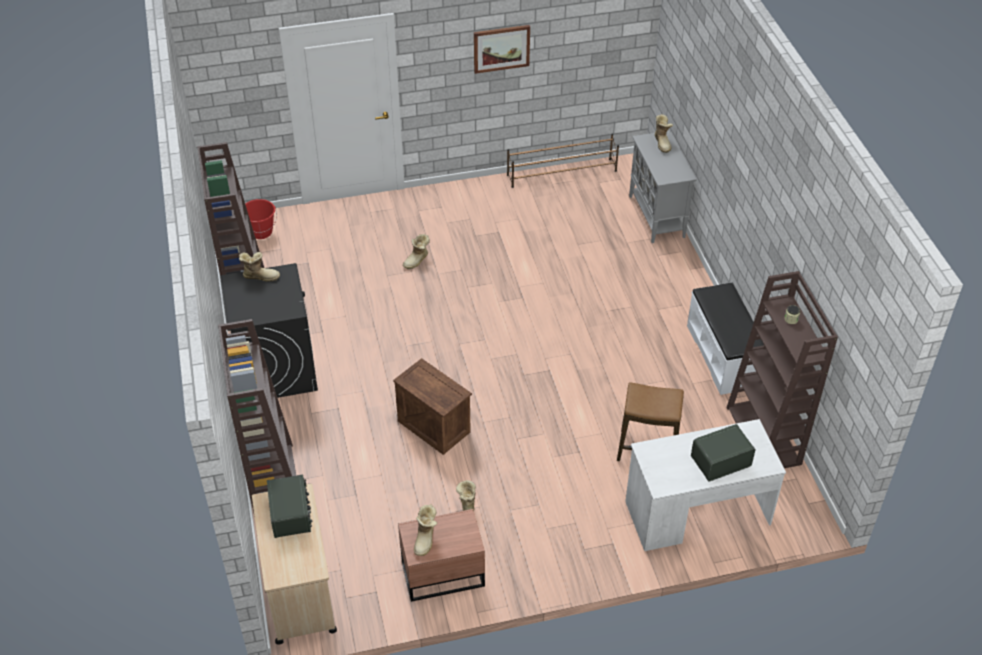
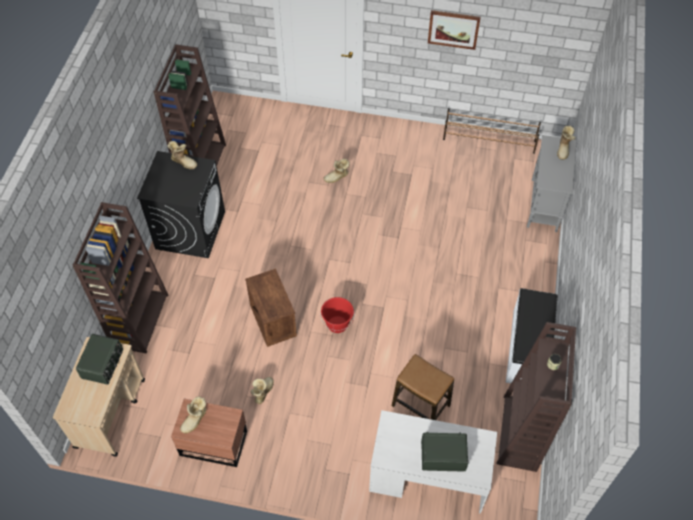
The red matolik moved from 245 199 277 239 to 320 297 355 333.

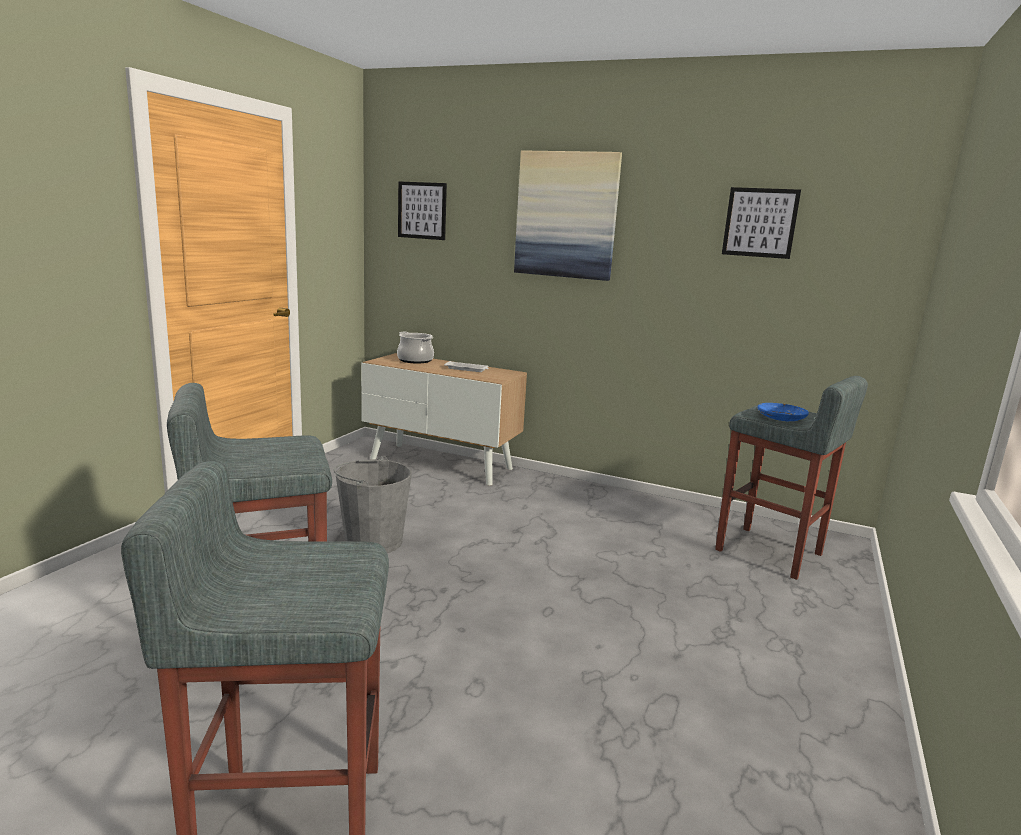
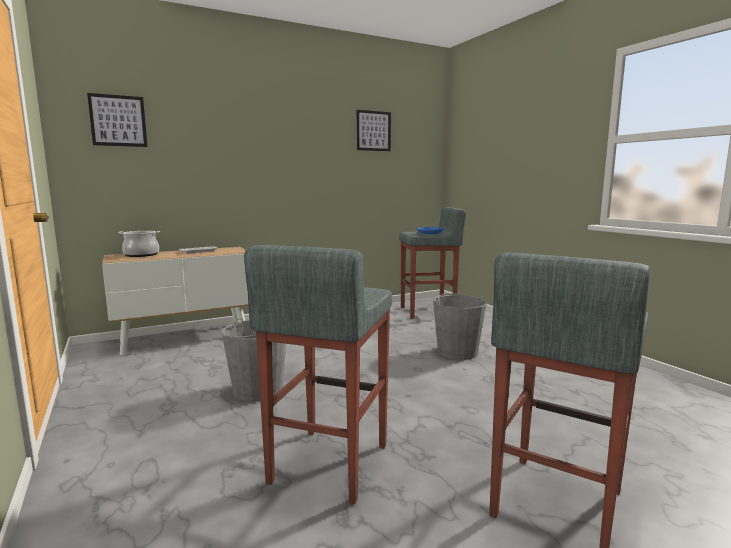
The grey matolik at 433 293 487 360 appeared.
The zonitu at 514 150 622 281 disappeared.

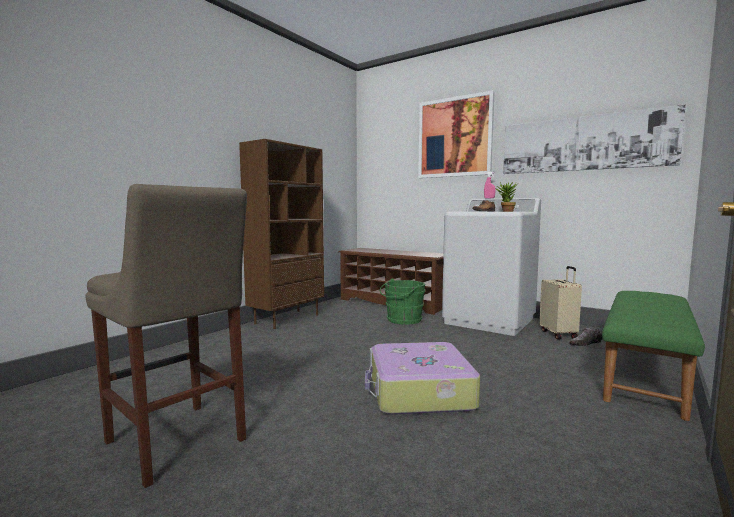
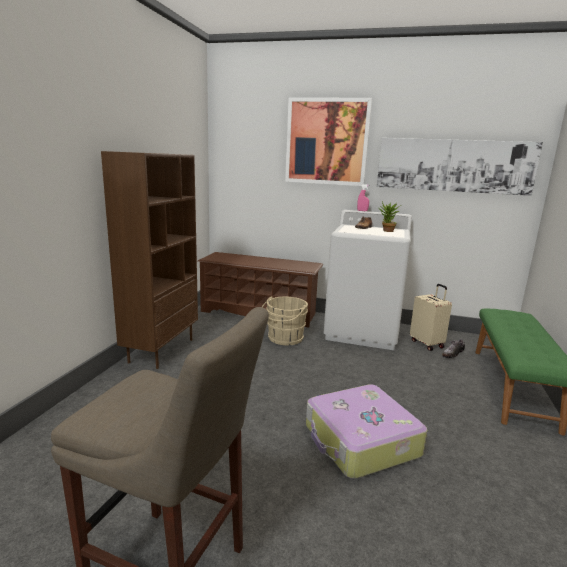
The green matolik at 379 279 425 325 became the beige matolik at 262 296 308 345.

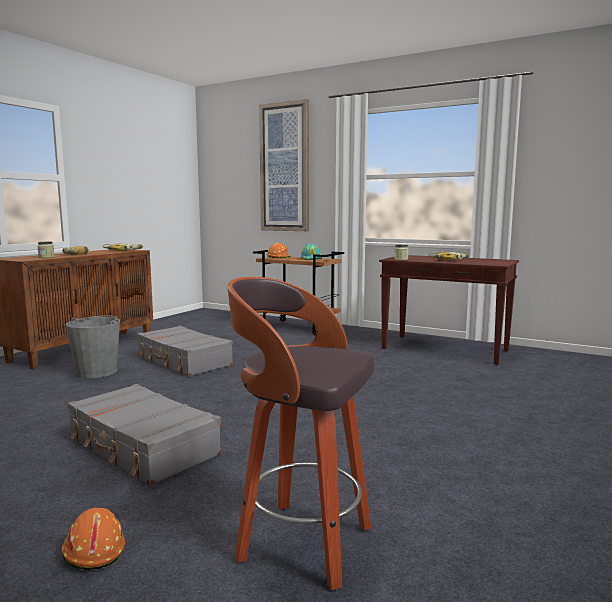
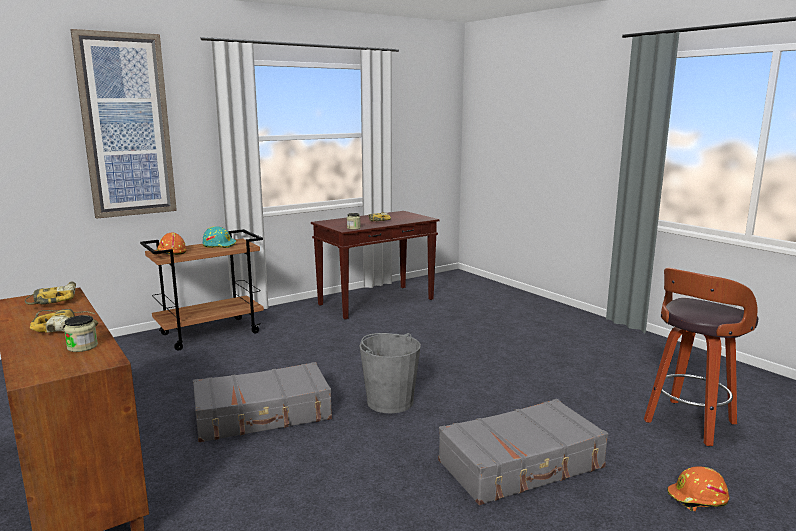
The grey matolik moved from 66 315 120 378 to 359 333 421 414.

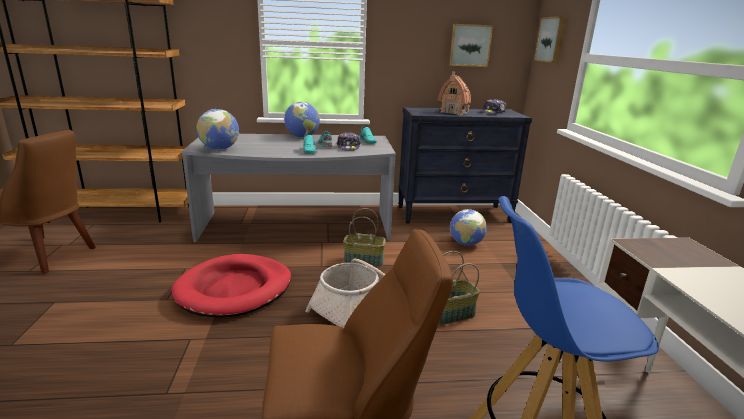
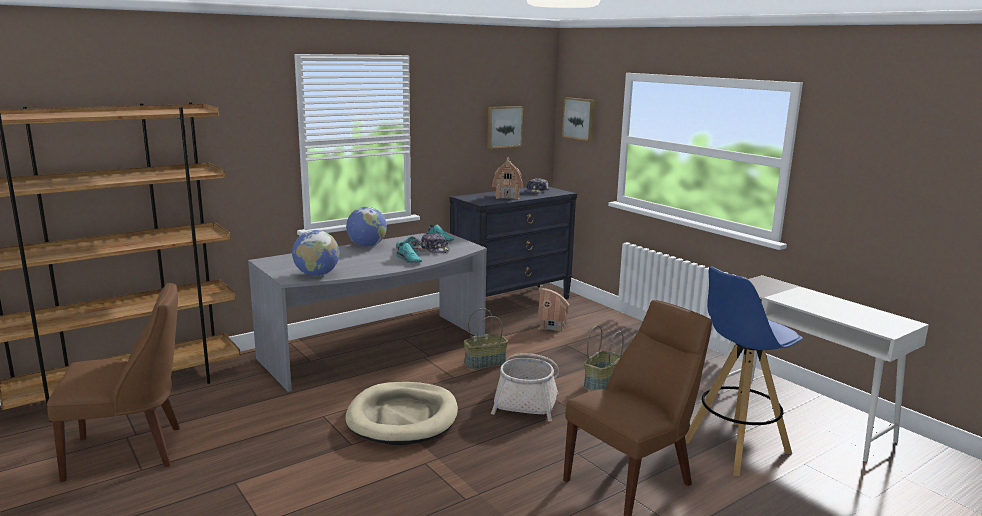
The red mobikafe at 172 254 291 317 became the beige mobikafe at 345 382 458 445.
The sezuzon at 450 209 487 246 was replaced by the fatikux at 538 285 569 331.

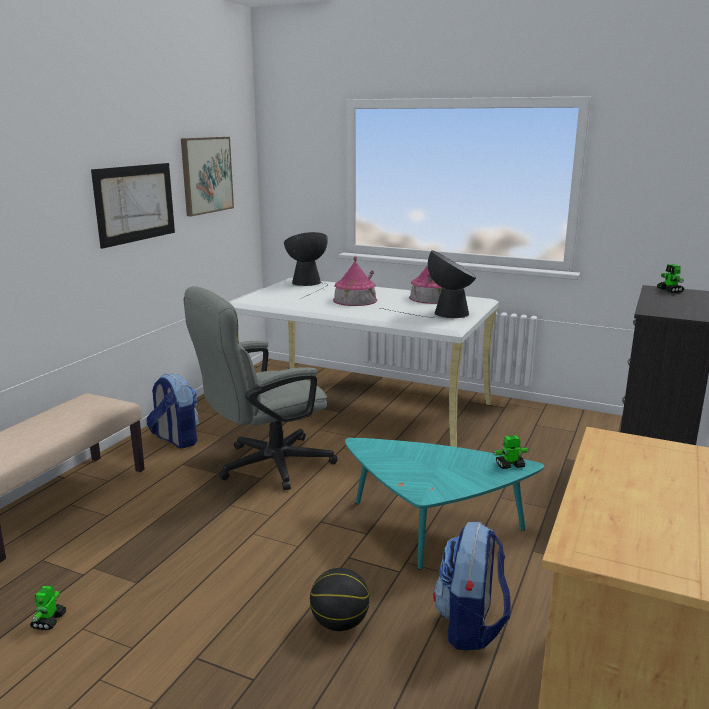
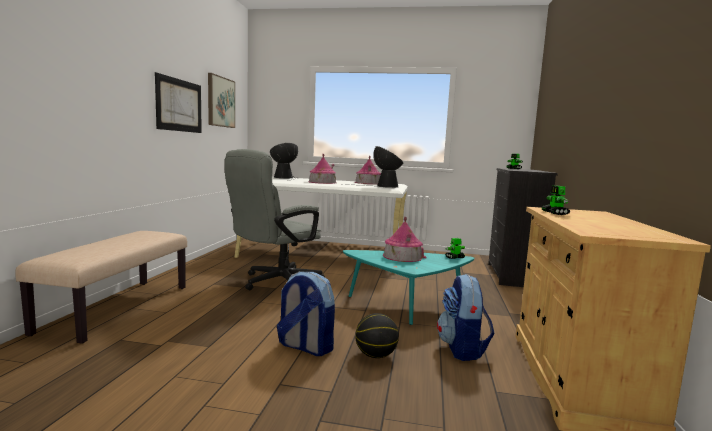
The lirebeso moved from 146 374 199 448 to 277 271 335 356.
The fatikux at 383 217 427 262 appeared.
The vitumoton moved from 30 586 67 630 to 542 185 570 215.

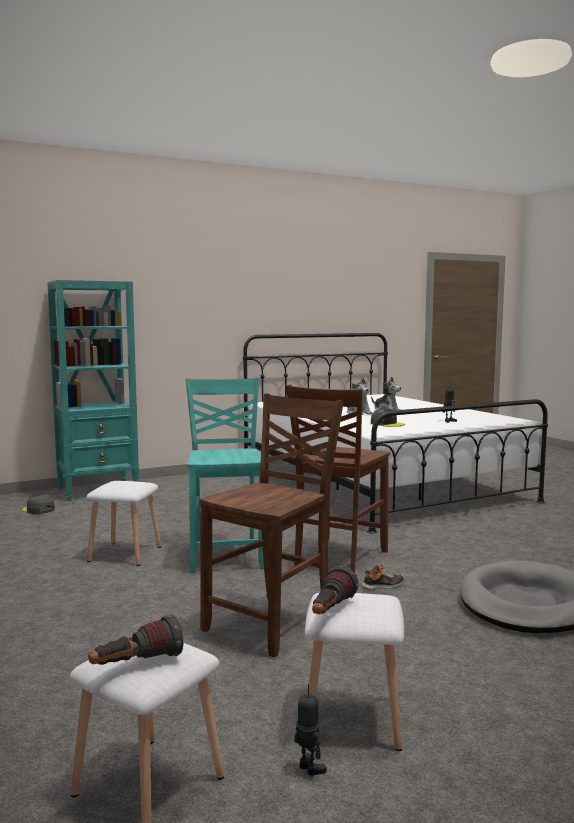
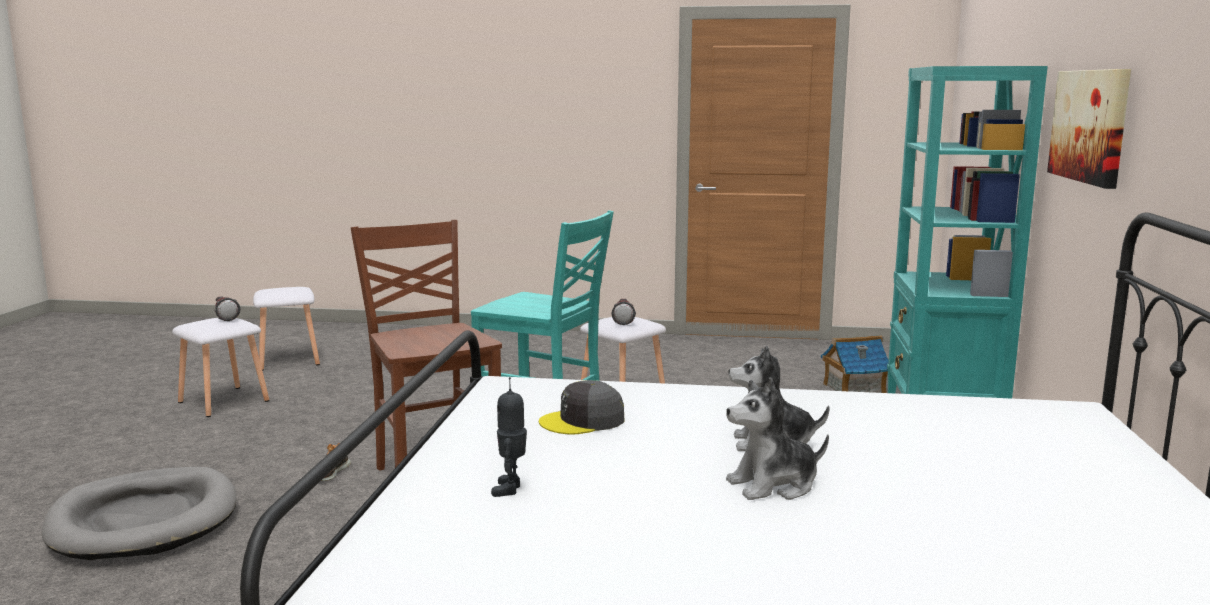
The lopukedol moved from 88 614 183 665 to 611 299 636 325.
The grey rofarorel at 23 494 55 514 was replaced by the fatikux at 821 335 889 393.
The zonitu at 1047 69 1131 189 appeared.
The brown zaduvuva at 200 394 344 657 disappeared.
The vitumoton at 294 684 327 776 disappeared.

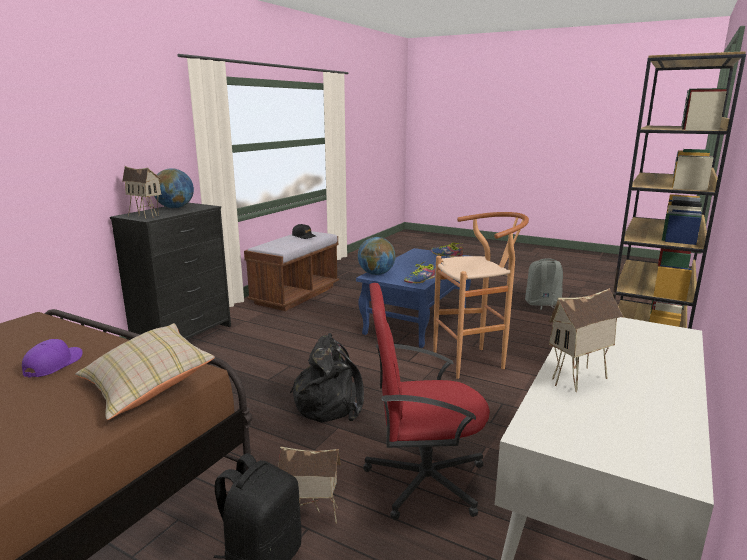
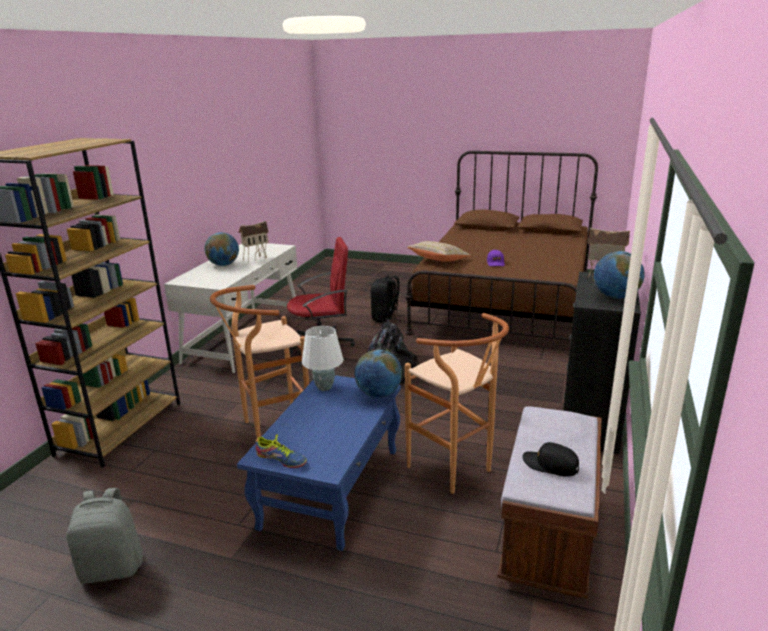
The sezuzon at 205 232 239 266 appeared.
The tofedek at 404 261 435 283 was replaced by the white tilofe at 302 326 344 391.
The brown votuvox at 405 313 509 494 appeared.
The fatikux at 278 446 341 524 disappeared.

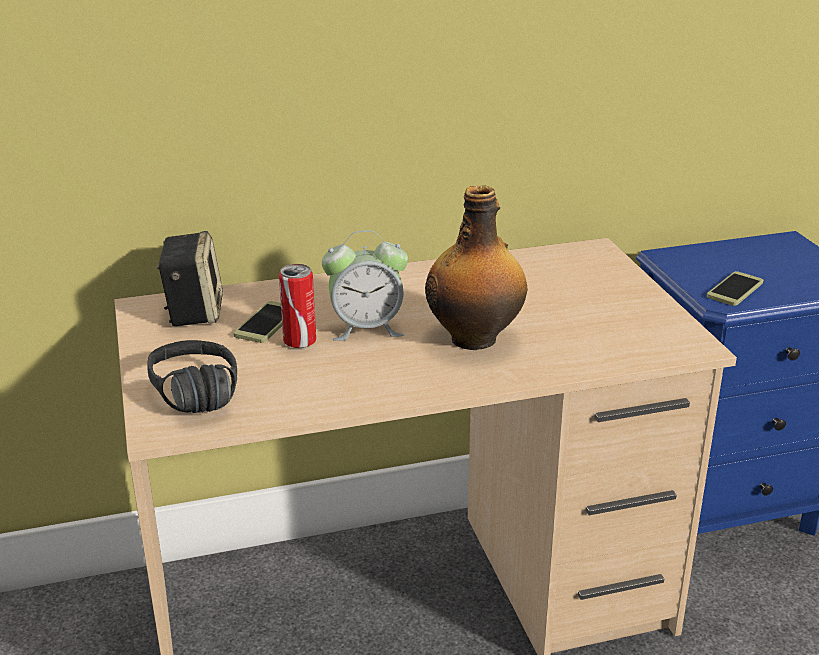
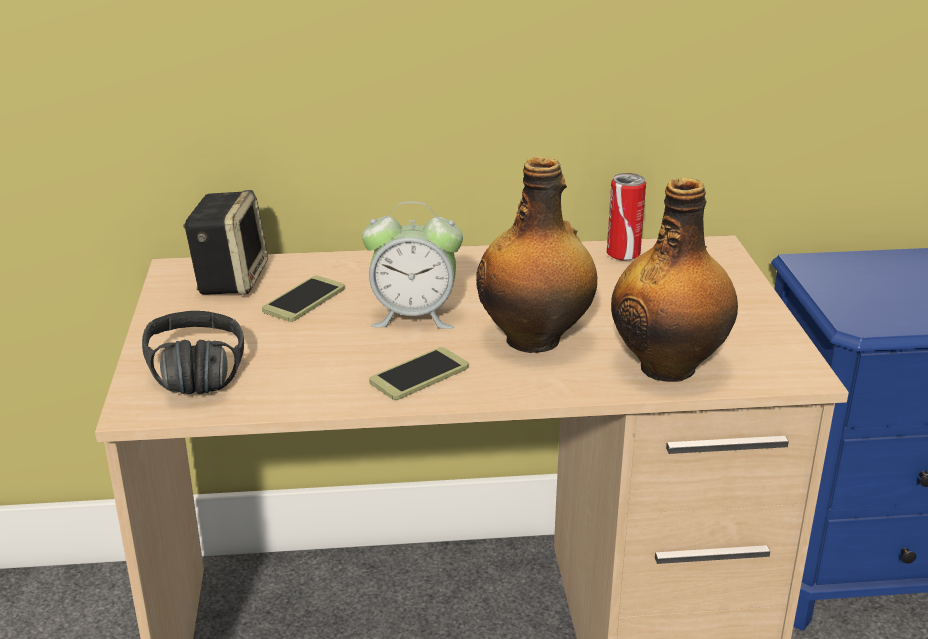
The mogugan moved from 707 271 763 306 to 369 347 468 400.
The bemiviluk moved from 279 264 316 348 to 607 173 646 261.
The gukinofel at 611 177 738 382 appeared.

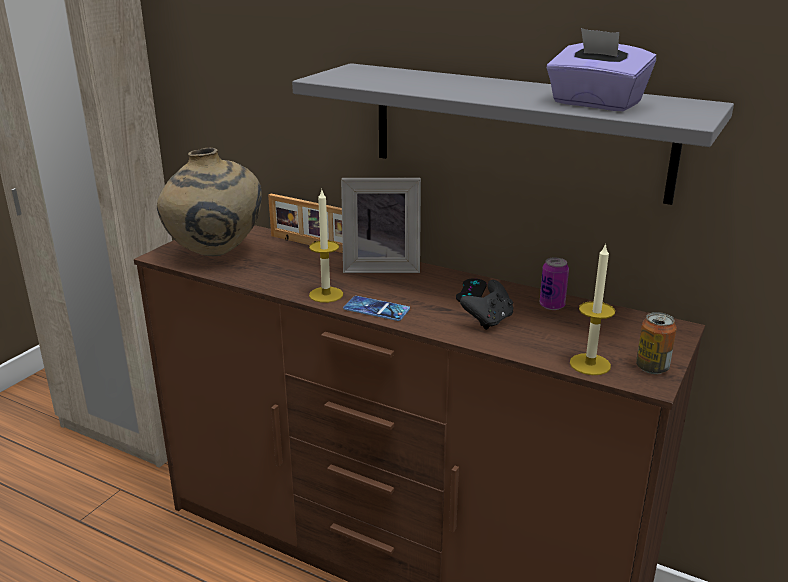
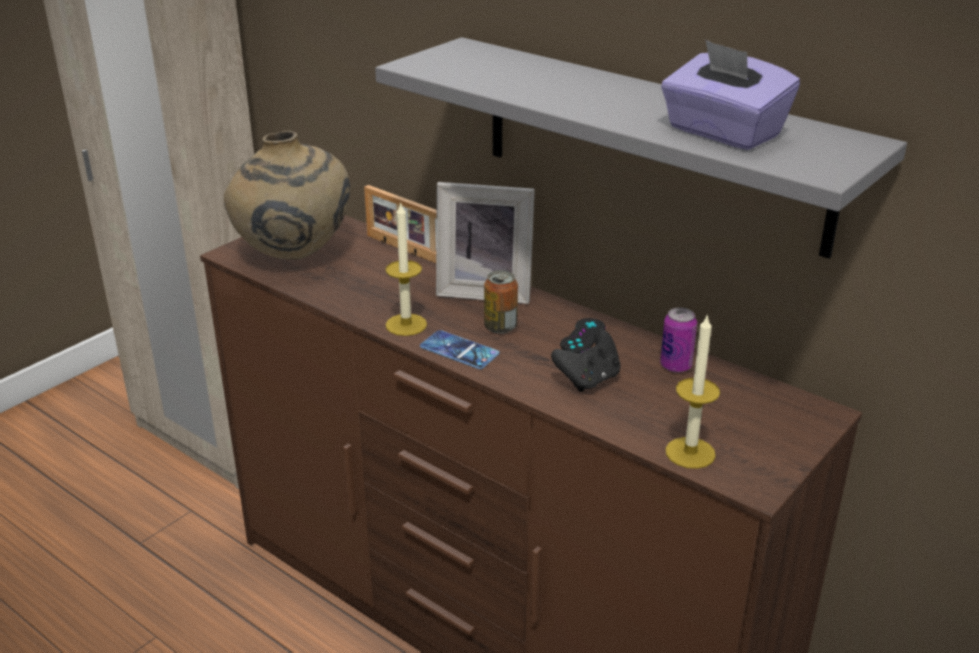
The bemiviluk moved from 636 312 677 374 to 484 270 518 334.

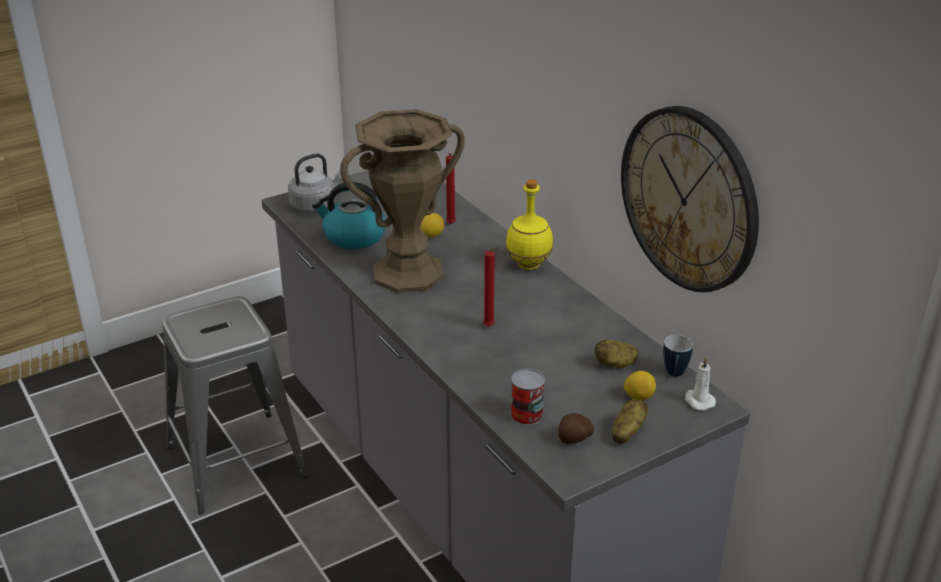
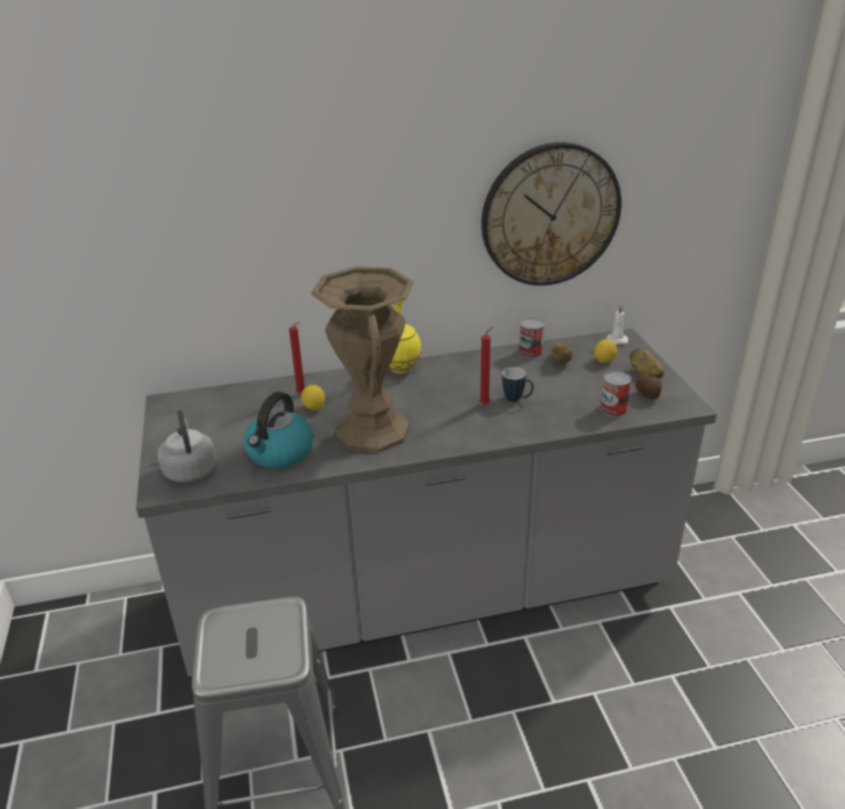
The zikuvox moved from 663 335 693 377 to 502 367 534 402.
The bemiviluk at 519 318 545 358 appeared.

